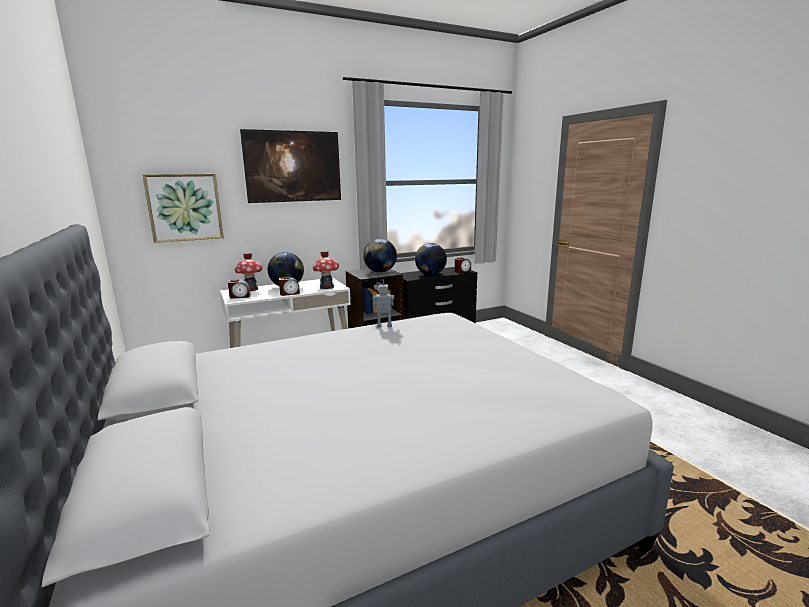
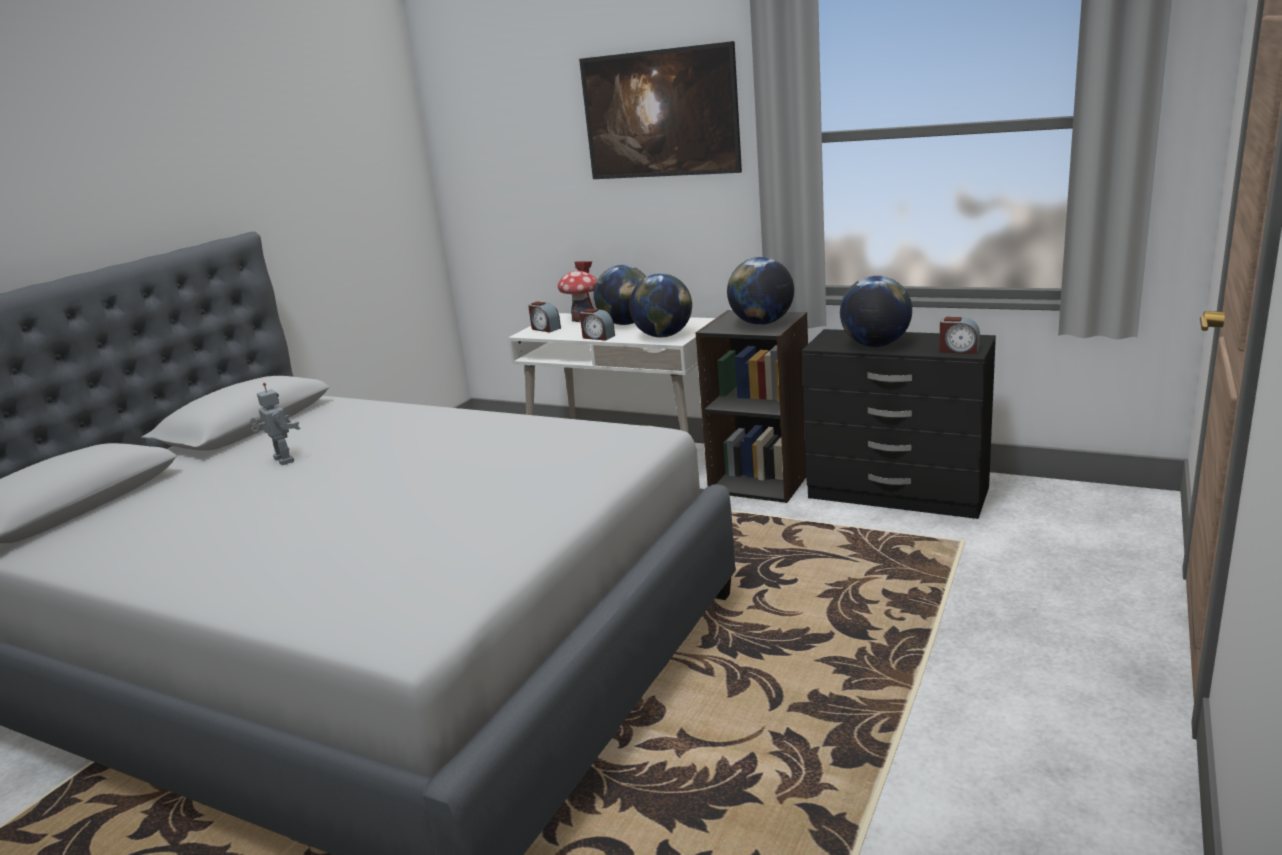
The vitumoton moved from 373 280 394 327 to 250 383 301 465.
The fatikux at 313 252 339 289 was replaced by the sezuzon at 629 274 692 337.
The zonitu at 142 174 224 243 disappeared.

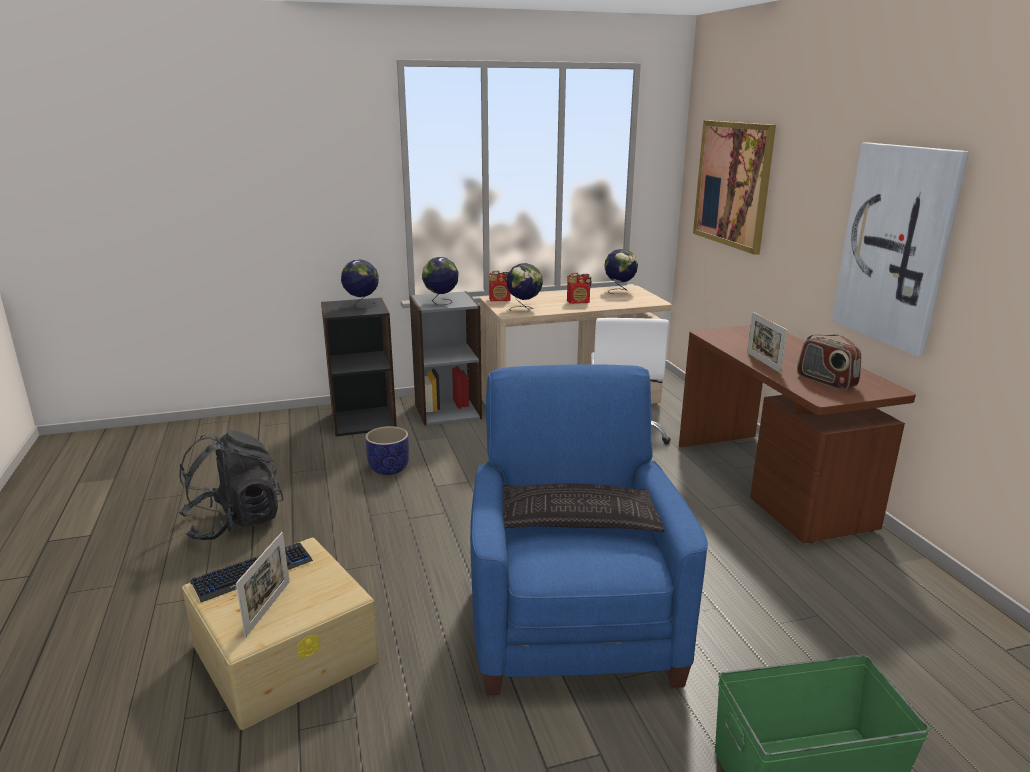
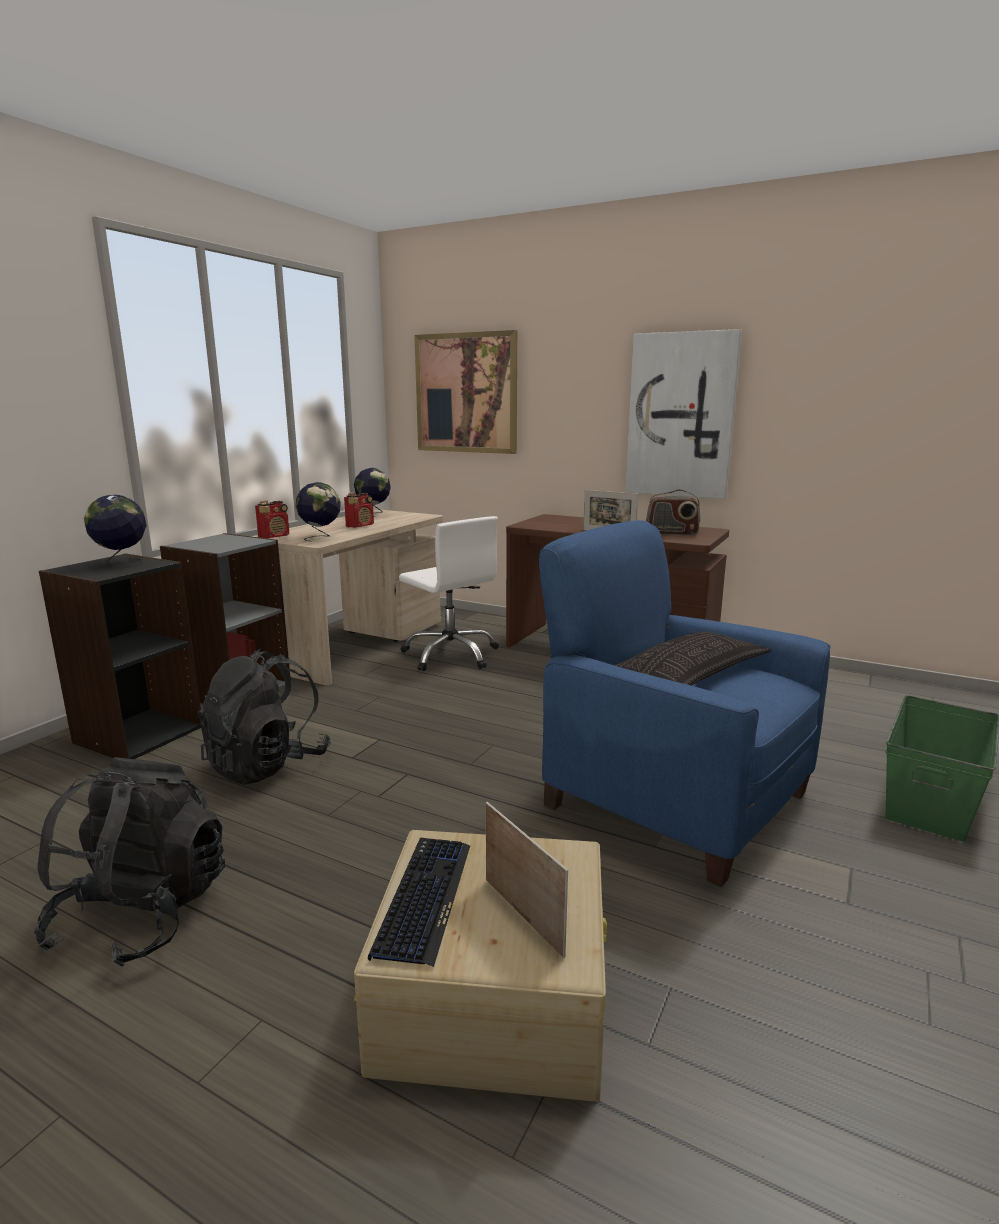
The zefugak at 365 426 409 475 was replaced by the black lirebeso at 198 648 331 785.
The sezuzon at 422 257 459 305 disappeared.

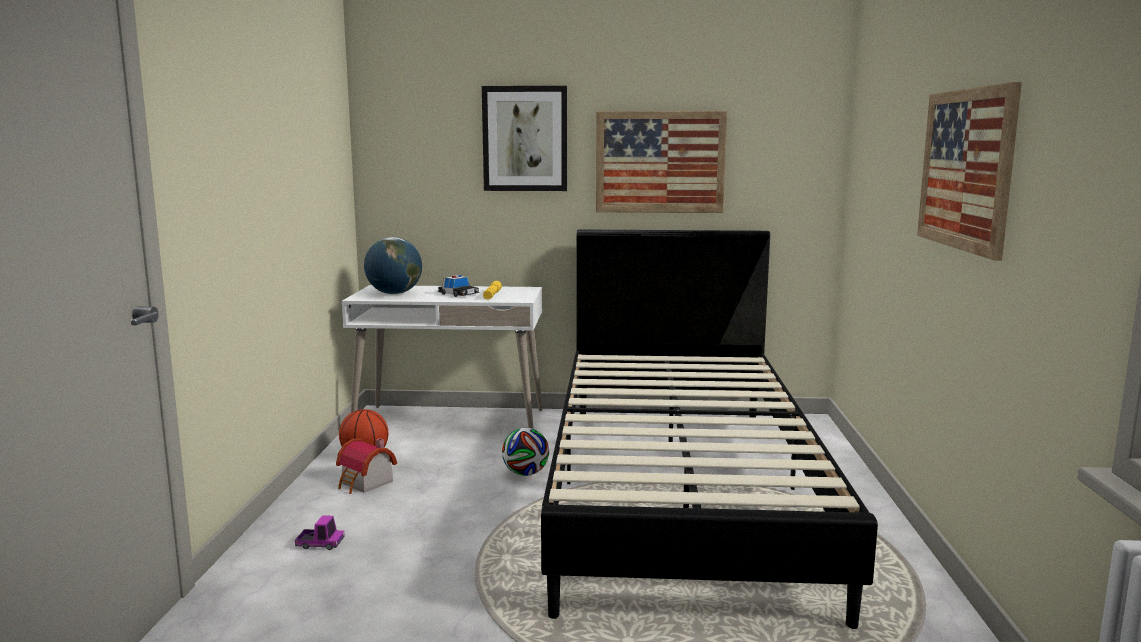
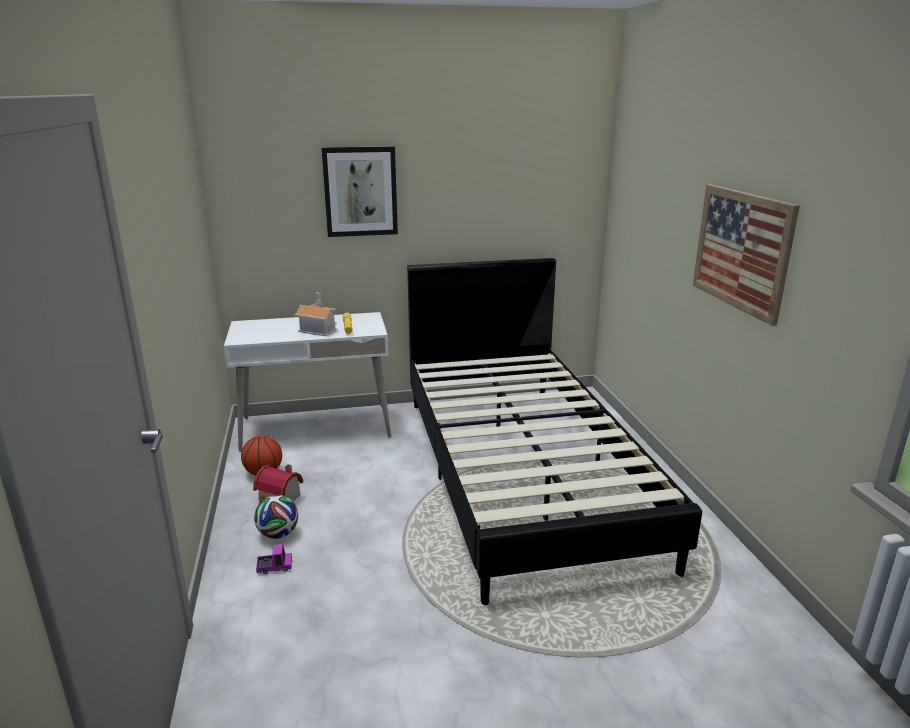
The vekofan moved from 502 428 549 476 to 254 495 298 539.
The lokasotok at 437 275 480 297 was replaced by the fatikux at 294 292 337 336.
The sezuzon at 364 237 422 294 disappeared.
The zonitu at 596 111 727 213 disappeared.

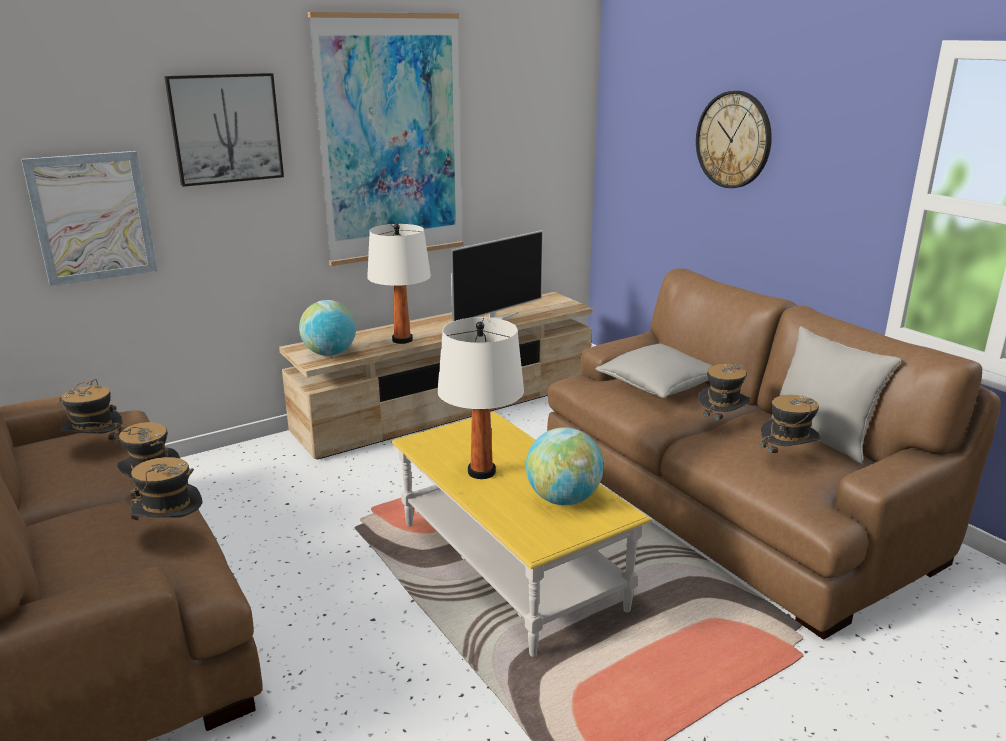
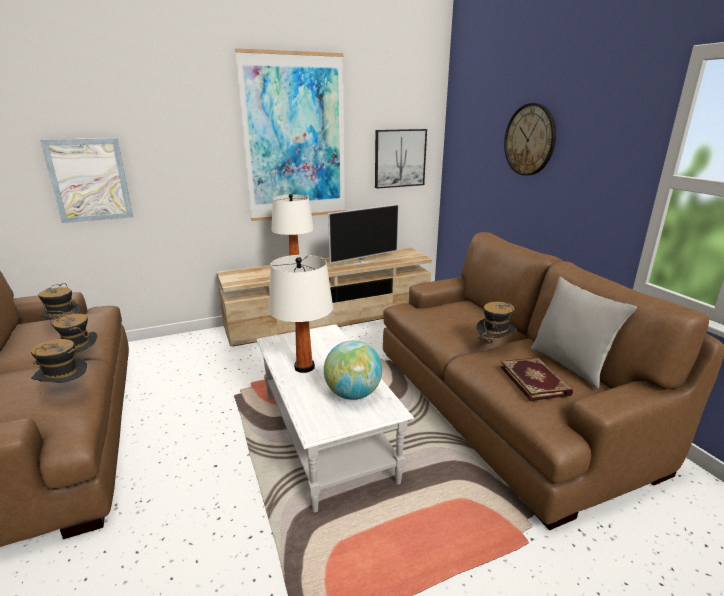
The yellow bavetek at 391 412 651 657 became the white bavetek at 256 324 414 512.
The zonitu moved from 164 73 284 187 to 375 129 427 189.
The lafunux at 760 395 821 470 was replaced by the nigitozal at 500 357 573 401.
The sezuzon at 299 300 356 356 disappeared.
The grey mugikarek at 596 344 712 398 disappeared.

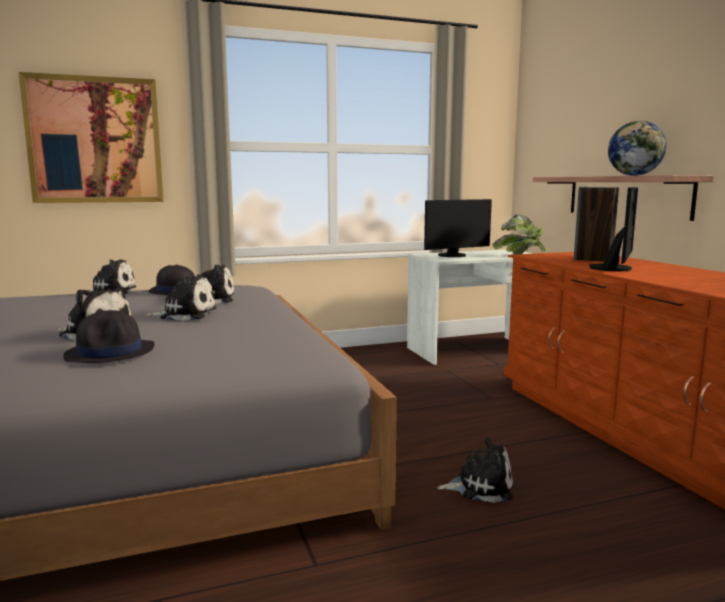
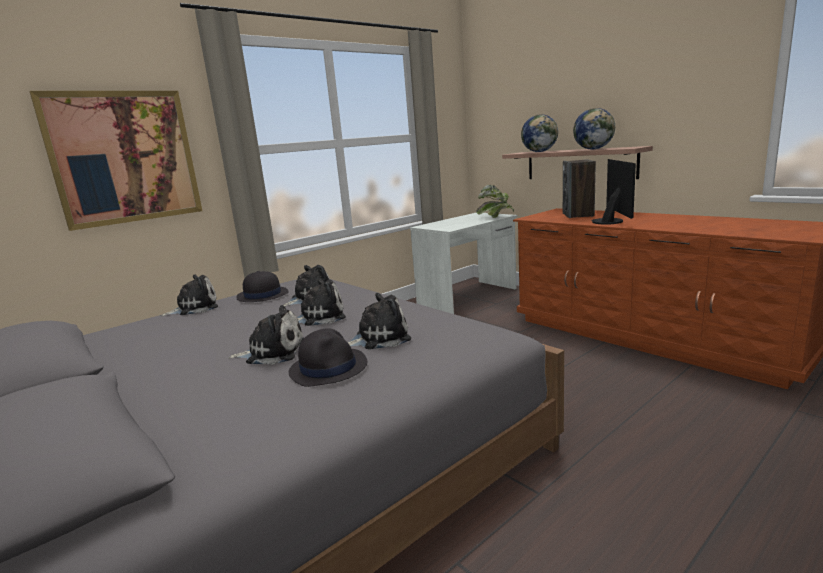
The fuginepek moved from 437 437 514 503 to 348 293 411 349.
The sezuzon at 521 114 558 152 appeared.
The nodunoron at 424 199 492 257 disappeared.

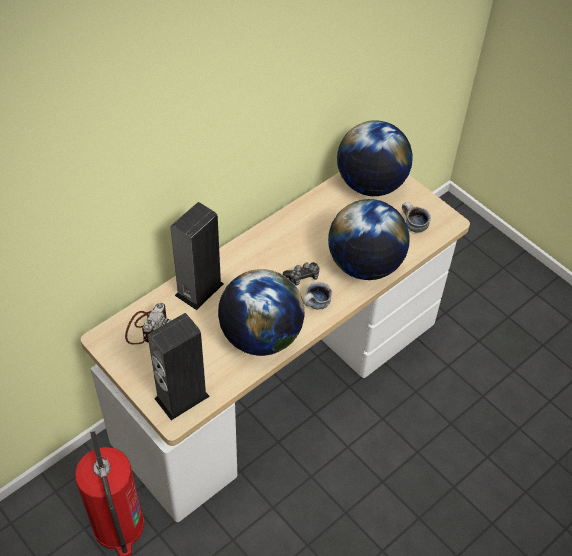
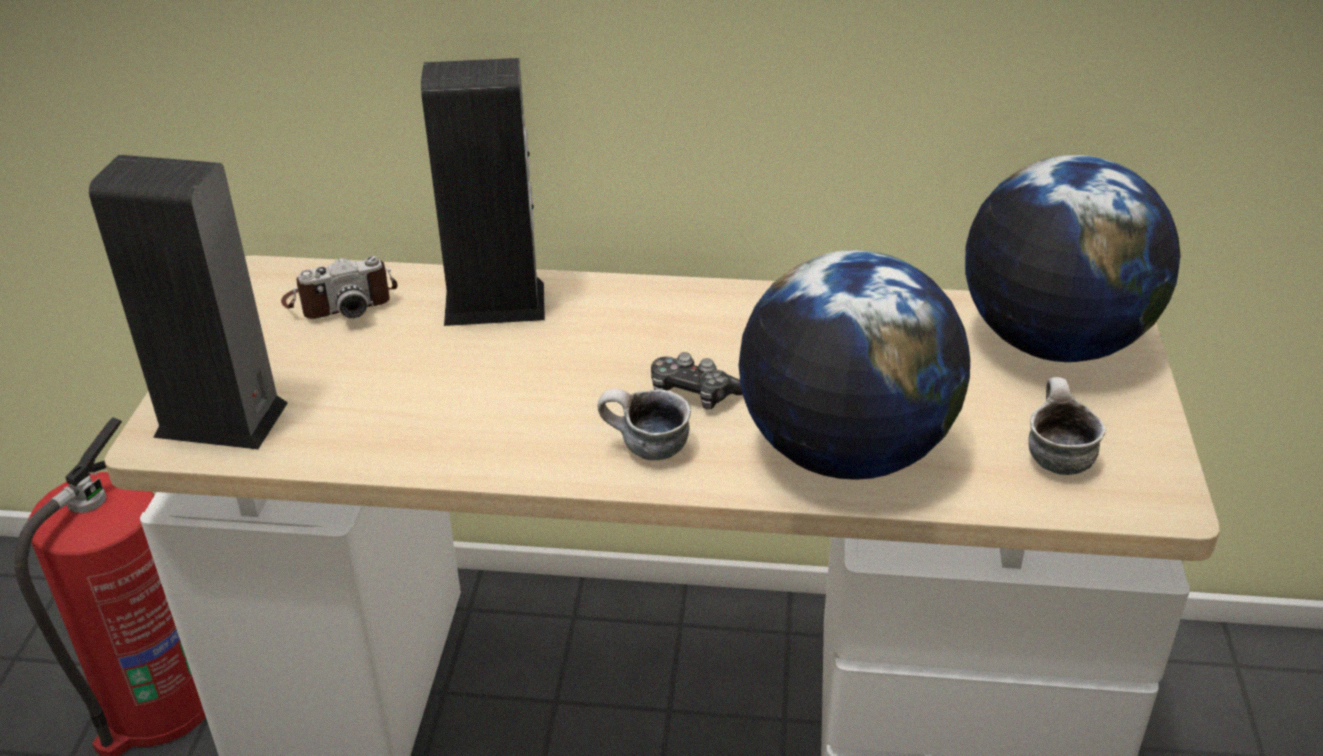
The sezuzon at 218 269 305 356 disappeared.

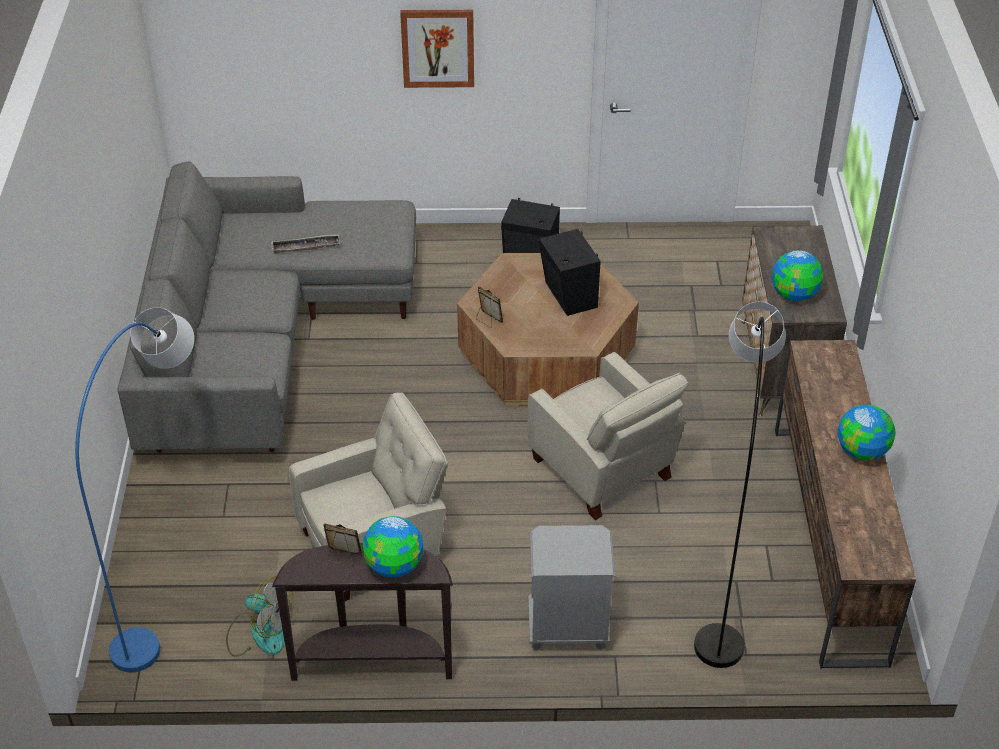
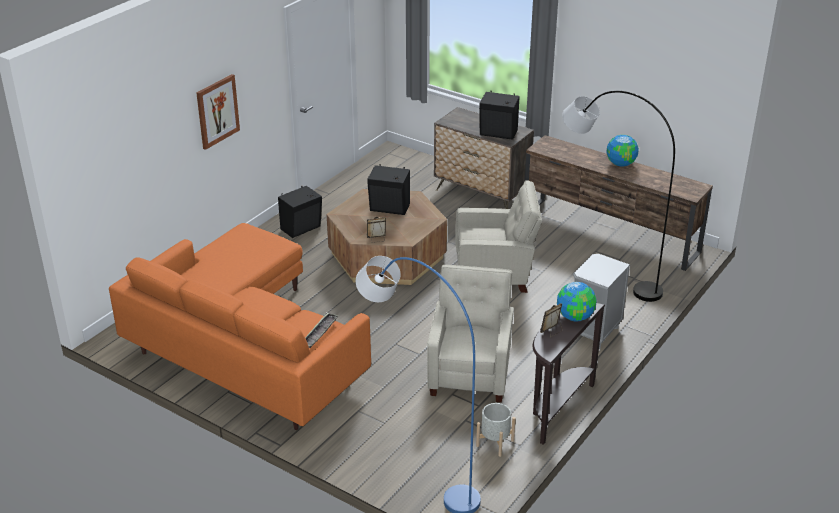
The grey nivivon at 118 161 416 453 became the orange nivivon at 109 223 371 430.
The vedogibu moved from 271 234 340 253 to 305 313 338 348.
The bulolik at 226 576 293 657 was replaced by the grey zefugak at 476 403 515 457.
The sezuzon at 772 250 824 301 was replaced by the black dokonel at 479 91 520 140.

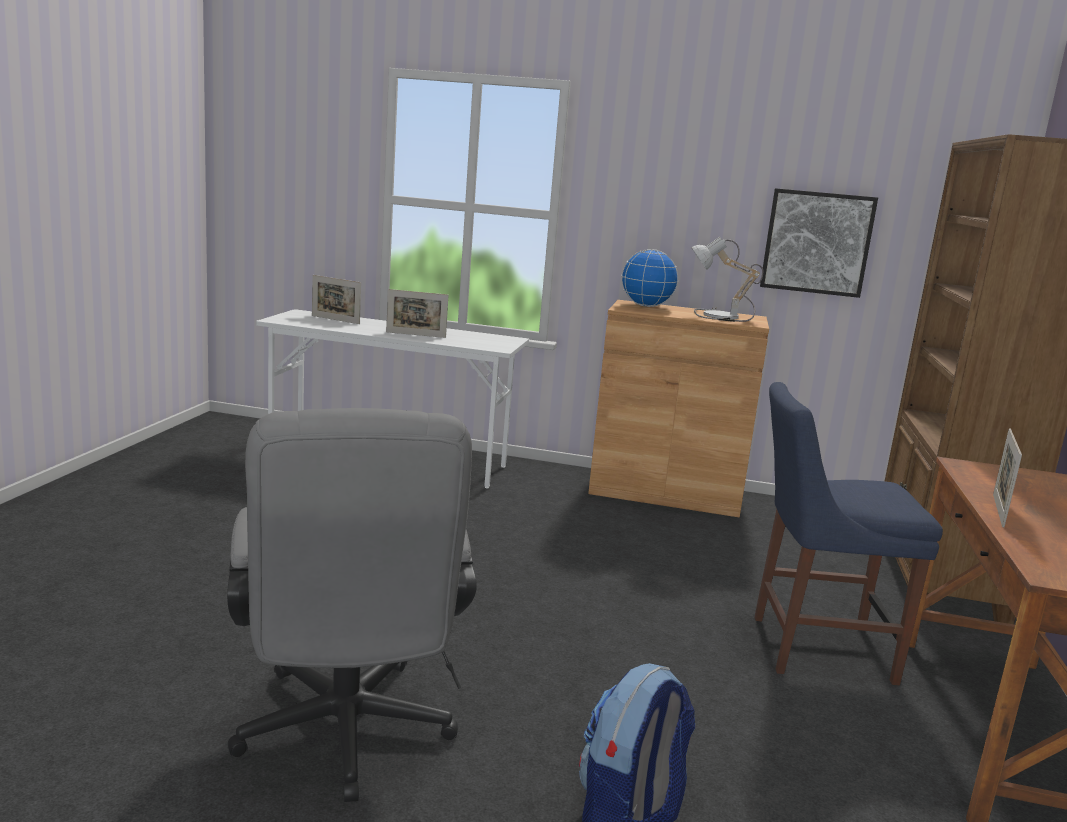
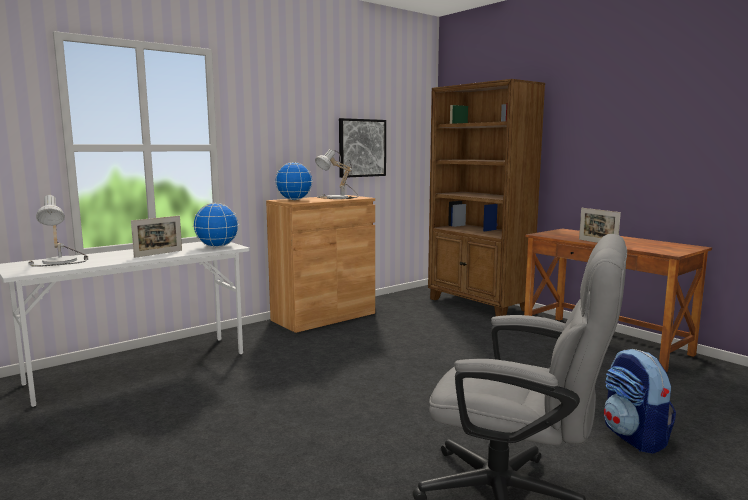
The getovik at 312 275 361 324 was replaced by the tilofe at 28 195 88 267.
The sezuzon at 193 203 239 247 appeared.
The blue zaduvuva at 754 382 943 685 disappeared.

